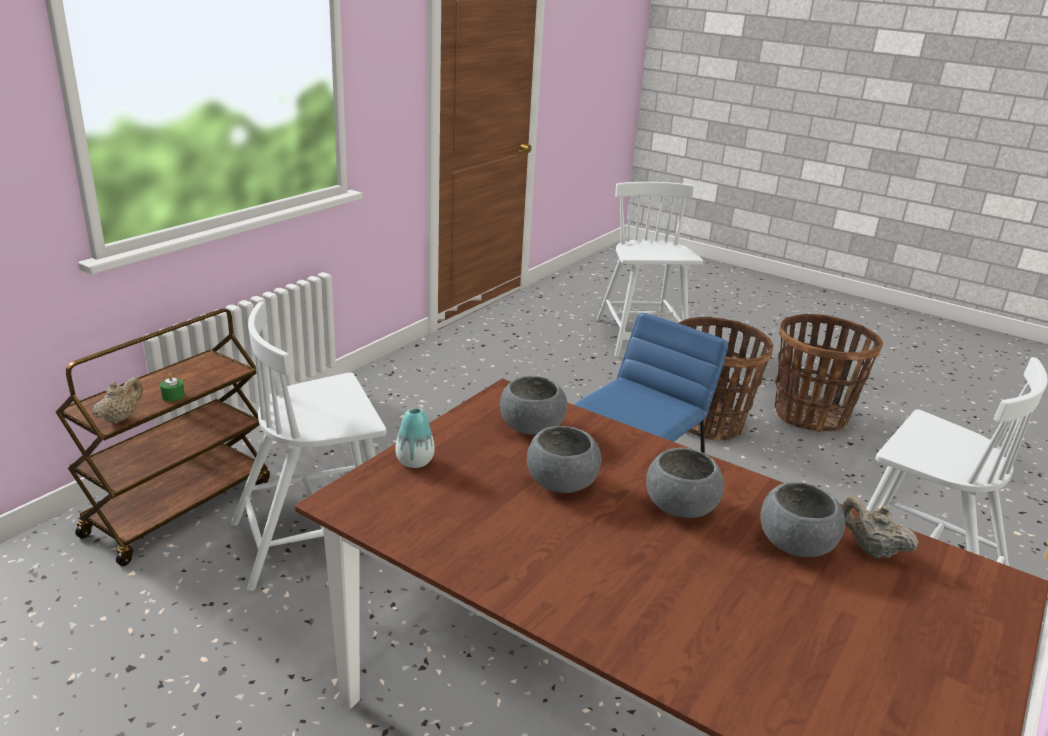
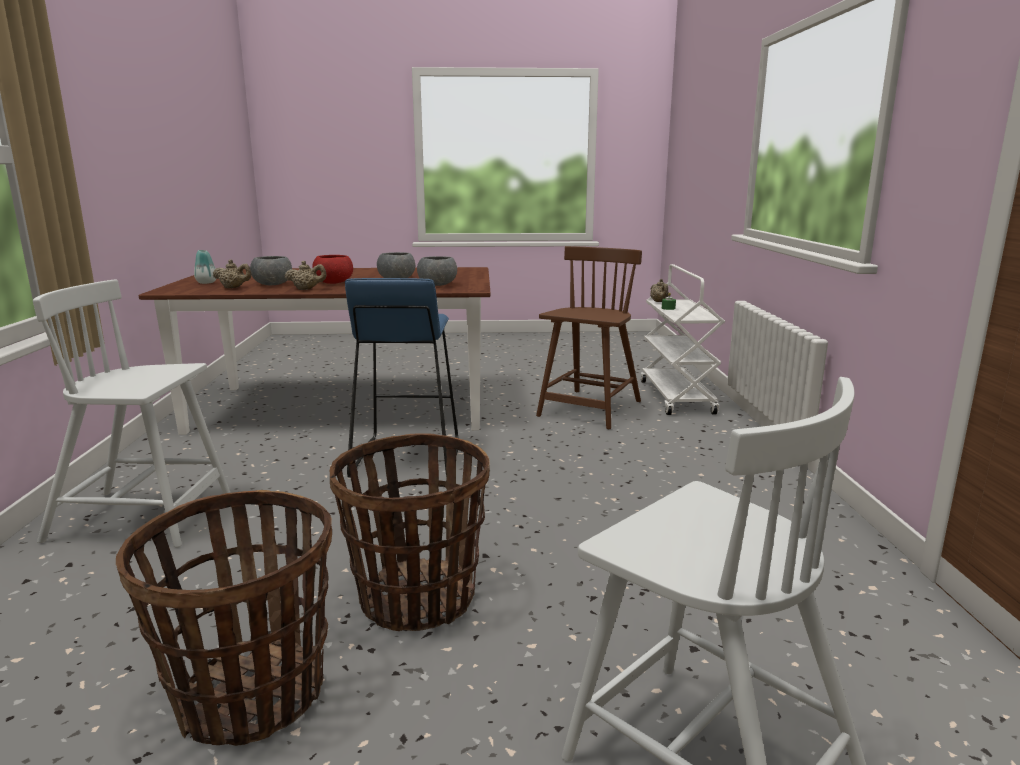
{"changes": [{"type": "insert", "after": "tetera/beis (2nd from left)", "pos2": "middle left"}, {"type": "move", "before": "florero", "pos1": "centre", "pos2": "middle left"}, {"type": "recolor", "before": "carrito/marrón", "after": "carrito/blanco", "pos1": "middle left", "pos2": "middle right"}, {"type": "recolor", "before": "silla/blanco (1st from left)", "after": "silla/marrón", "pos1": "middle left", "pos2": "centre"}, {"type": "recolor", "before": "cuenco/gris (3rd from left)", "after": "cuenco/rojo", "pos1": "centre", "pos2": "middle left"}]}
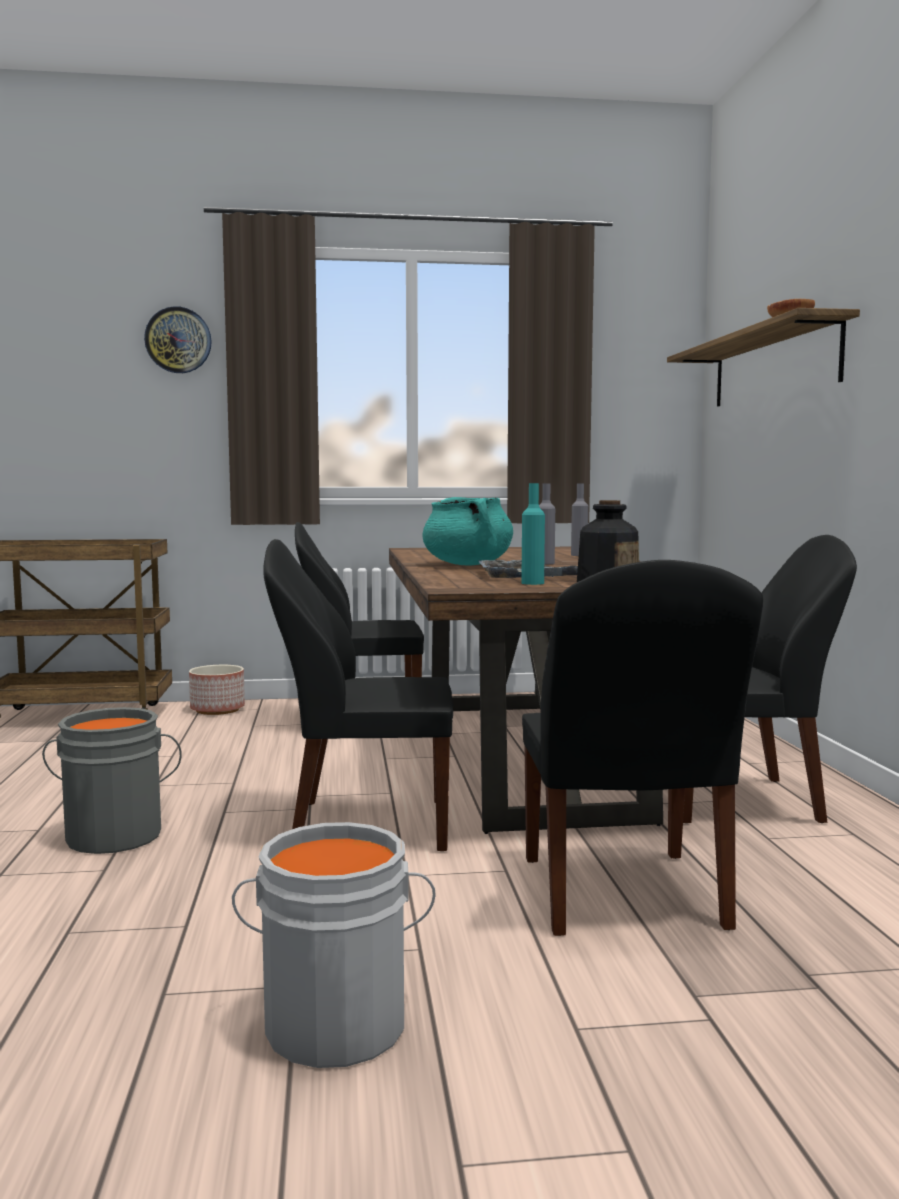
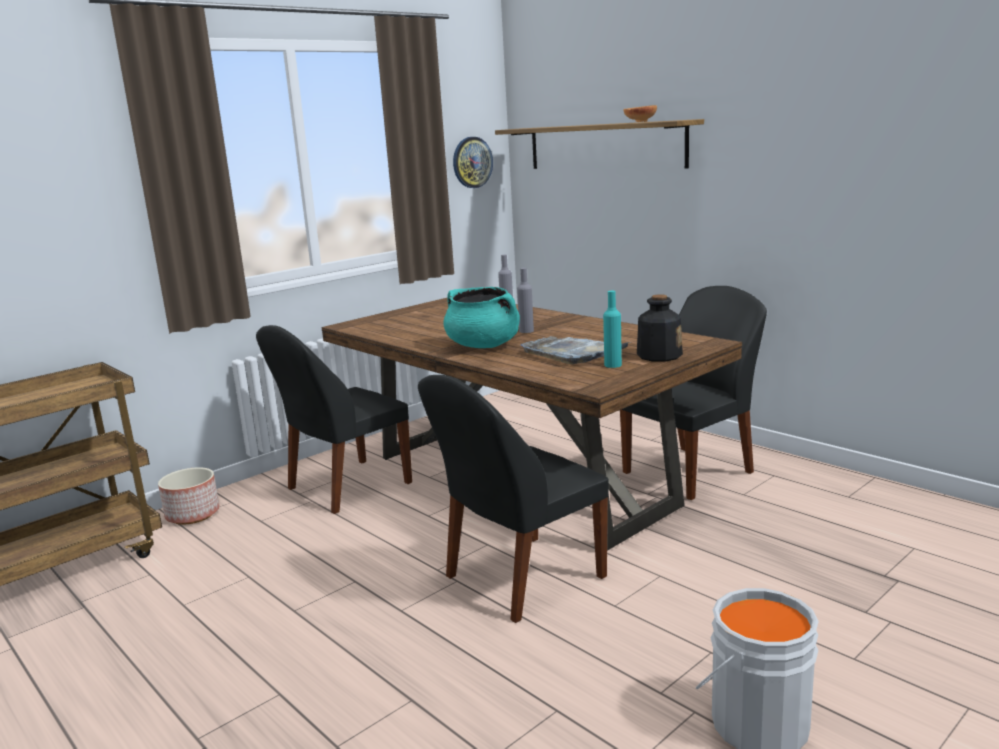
{"changes": [{"type": "delete", "before": "cubo/gris (1st from left)", "pos1": "middle left"}, {"type": "delete", "before": "silla/negro (3rd from left)", "pos1": "middle right"}, {"type": "move", "before": "reloj de pared", "pos1": "top left", "pos2": "top centre"}]}
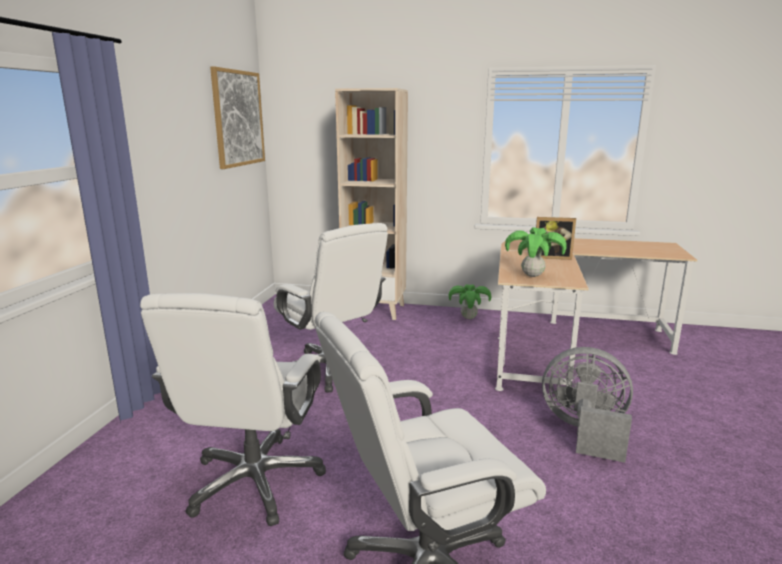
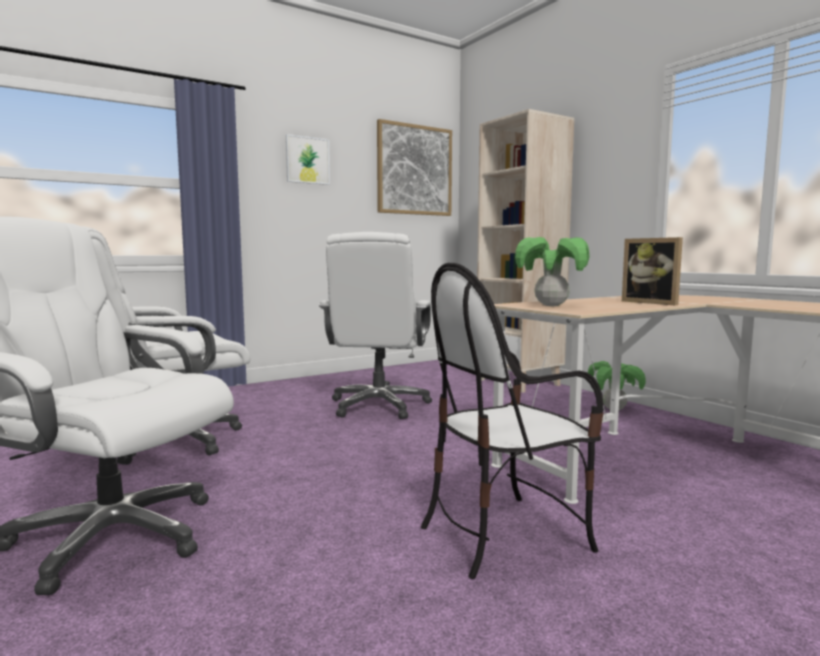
{"changes": [{"type": "insert", "after": "cuadro (1st from left)", "pos2": "top centre"}, {"type": "replace", "before": "ventilador/gris", "after": "silla", "pos1": "bottom right", "pos2": "centre"}]}
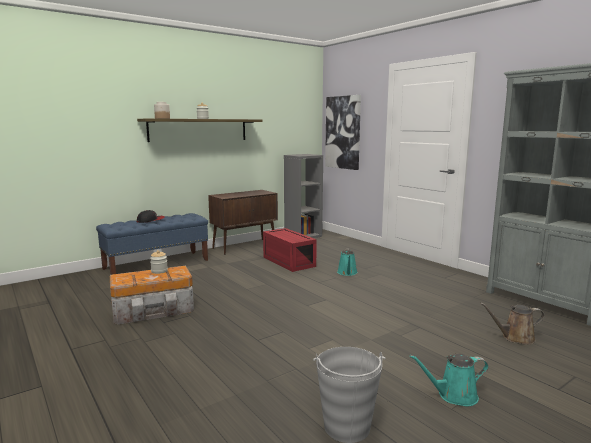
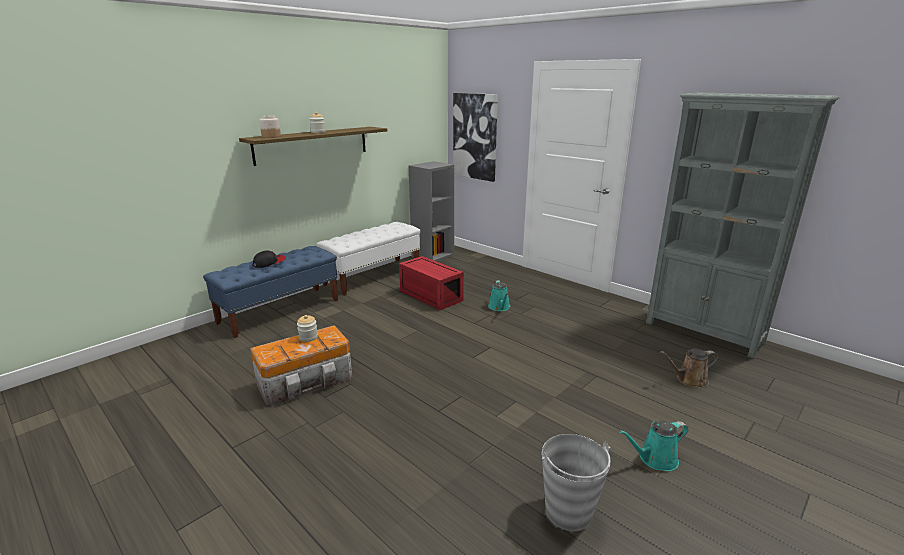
{"changes": [{"type": "replace", "before": "armario/marrón", "after": "banco/blanco", "pos1": "centre", "pos2": "centre"}]}
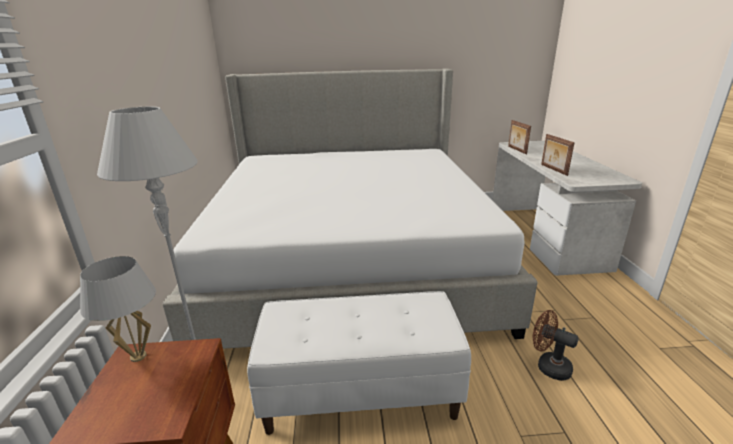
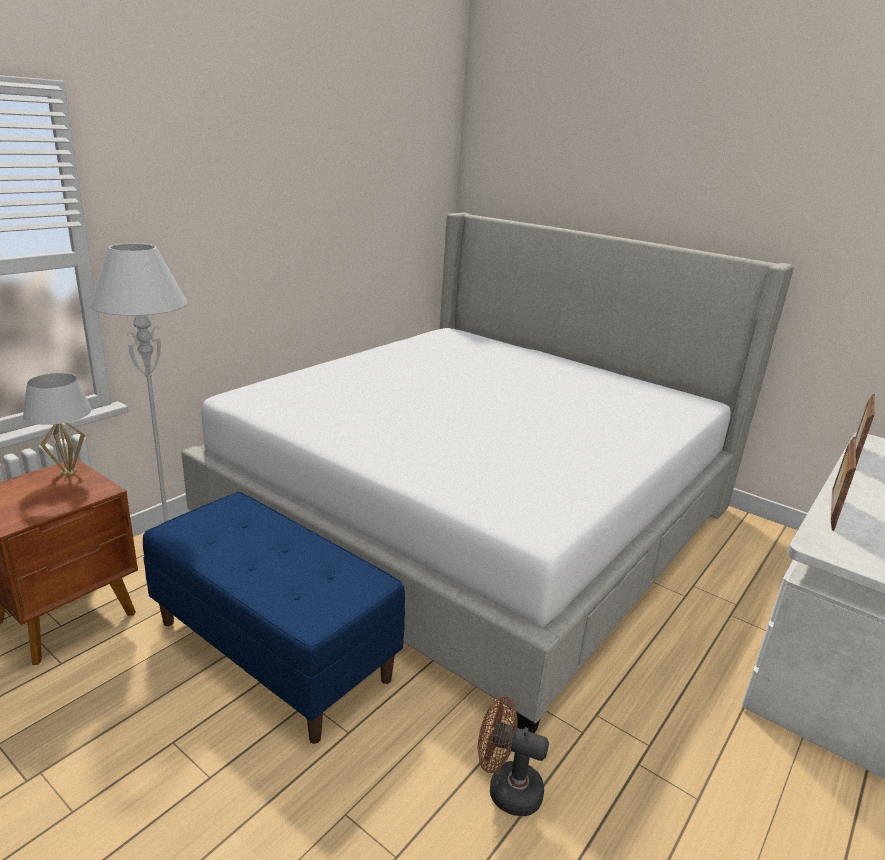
{"changes": [{"type": "recolor", "before": "banco/blanco", "after": "banco/azul", "pos1": "bottom centre", "pos2": "bottom left"}, {"type": "rotate", "before": "ventilador/marrón", "pos1": "bottom right", "pos2": "bottom centre", "turn": -60}]}
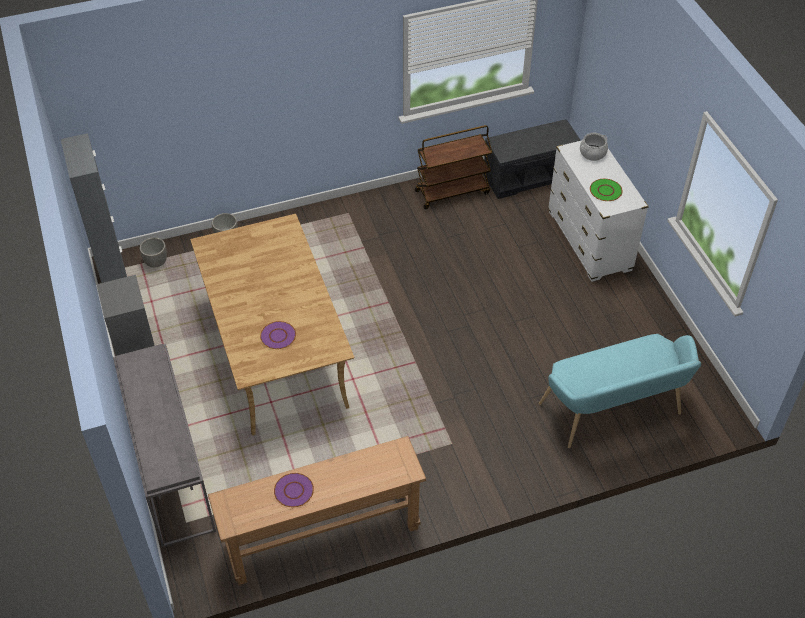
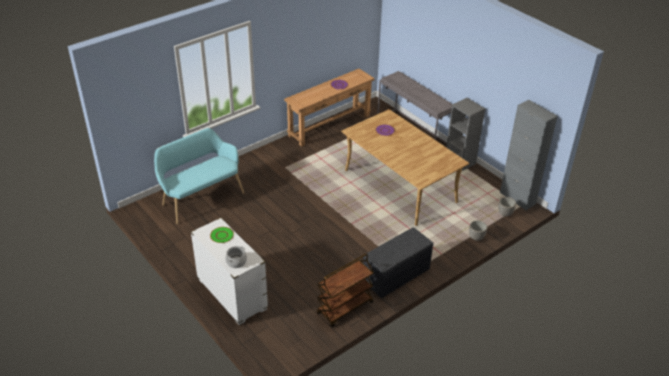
{"changes": [{"type": "move", "before": "banco/gris", "pos1": "top centre", "pos2": "bottom centre"}]}
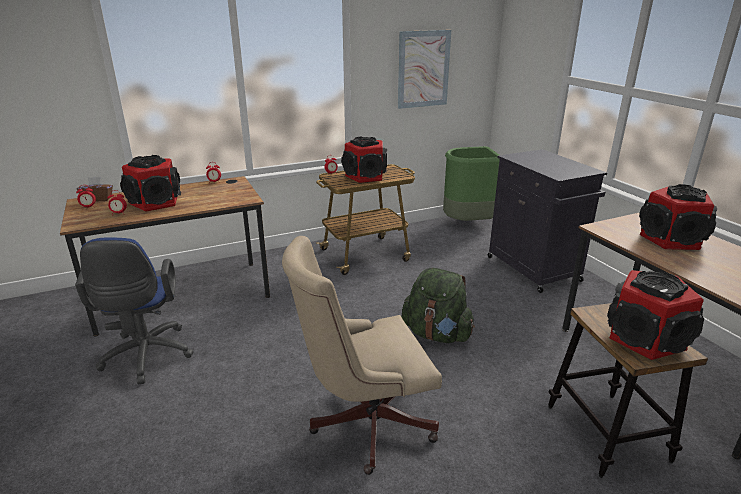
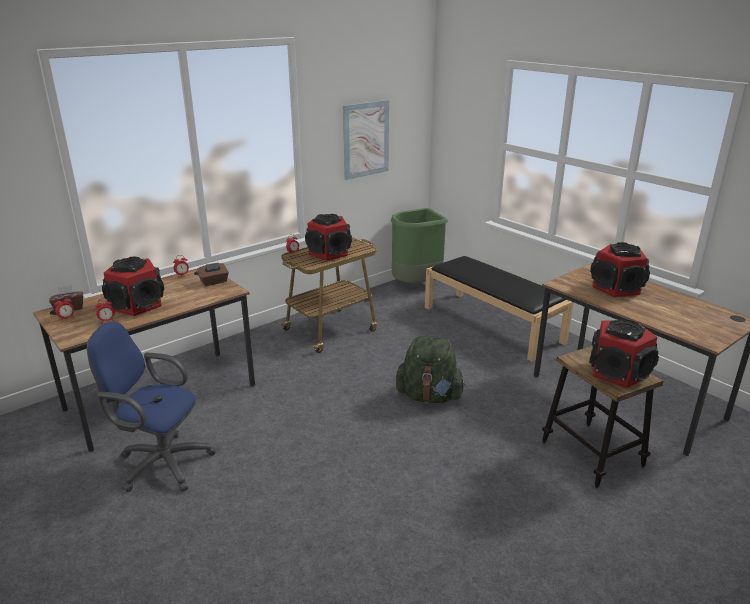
{"changes": [{"type": "delete", "before": "silla de oficina/beis", "pos1": "bottom centre"}, {"type": "insert", "after": "caja de pañuelos/marrón (2nd from left)", "pos2": "middle left"}, {"type": "replace", "before": "armario/negro", "after": "banco/negro", "pos1": "middle right", "pos2": "centre"}, {"type": "rotate", "before": "silla de oficina/azul", "pos1": "middle left", "pos2": "bottom left", "turn": 135}]}
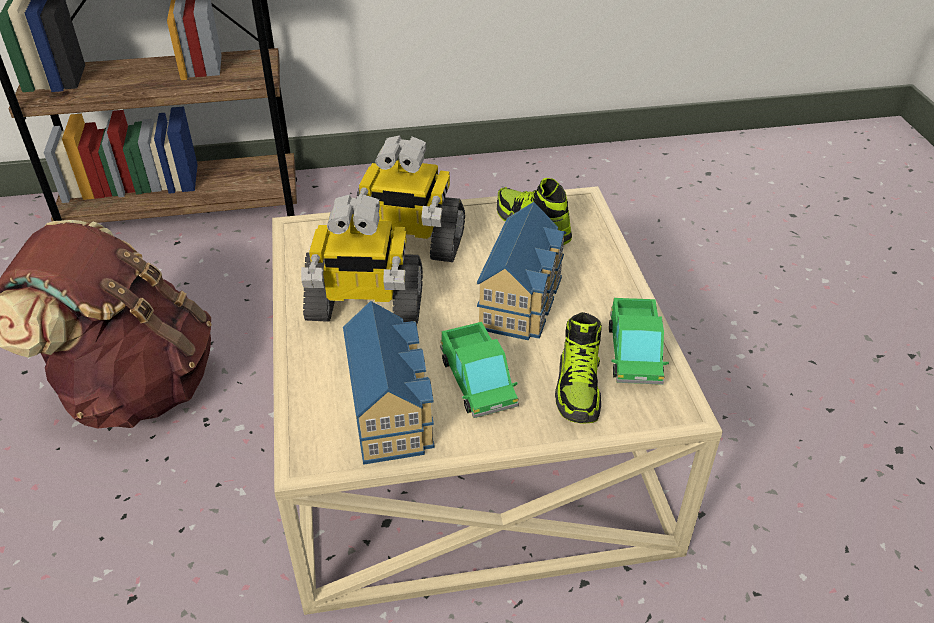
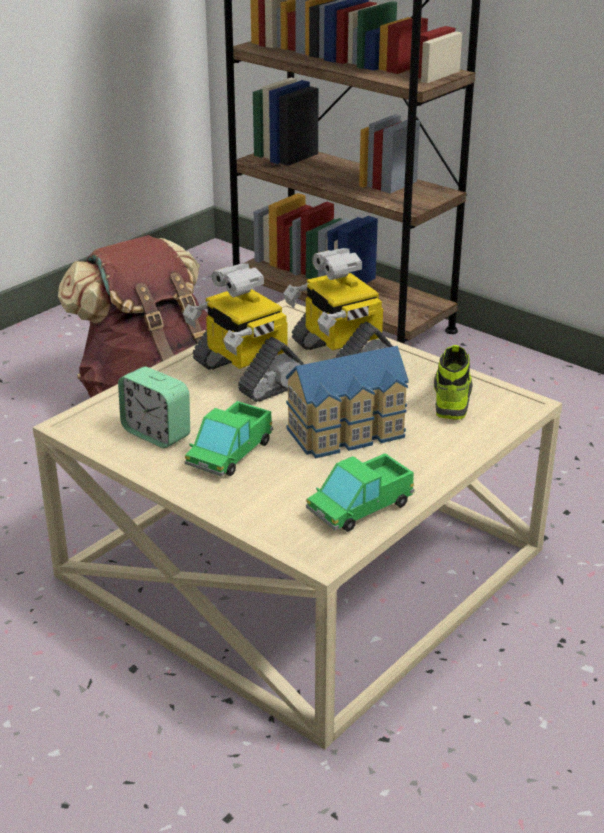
{"changes": [{"type": "delete", "before": "zapato (2nd from left)", "pos1": "centre"}, {"type": "replace", "before": "casita (1st from left)", "after": "despertador", "pos1": "centre", "pos2": "middle left"}]}
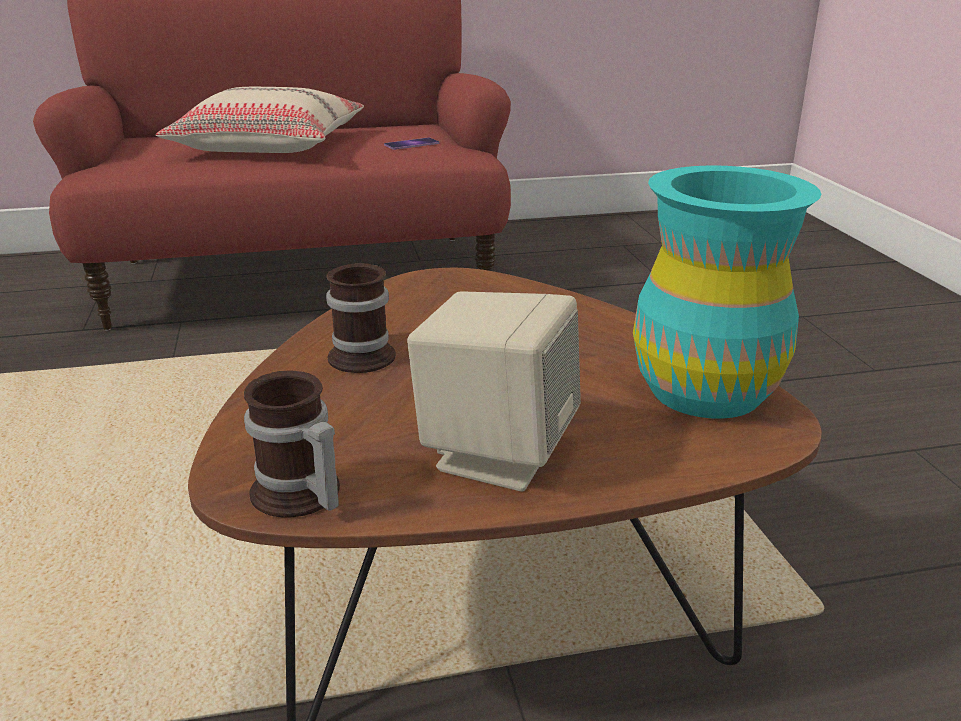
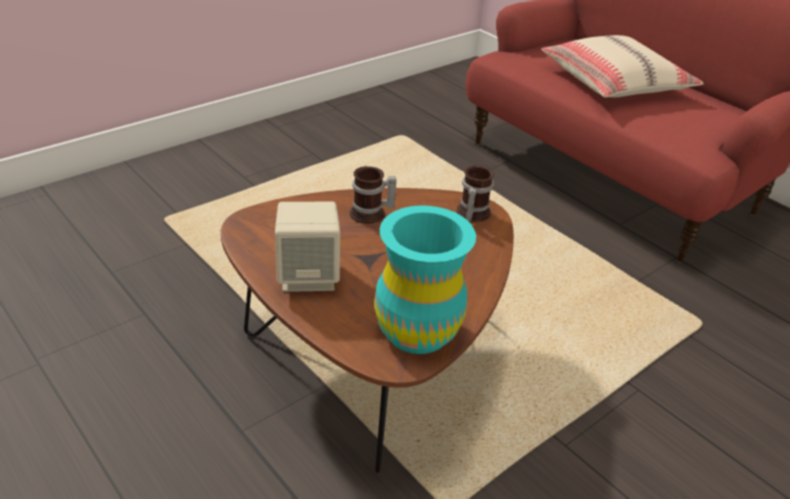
{"changes": [{"type": "delete", "before": "móvil", "pos1": "top centre"}, {"type": "move", "before": "taza grande (1st from left in the first image)", "after": "taza grande (2nd from left)", "pos1": "middle left", "pos2": "centre"}]}
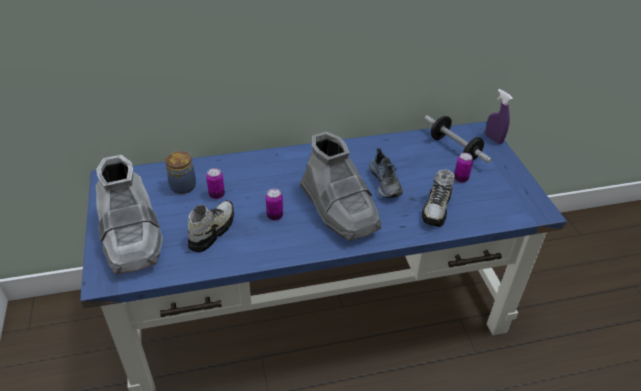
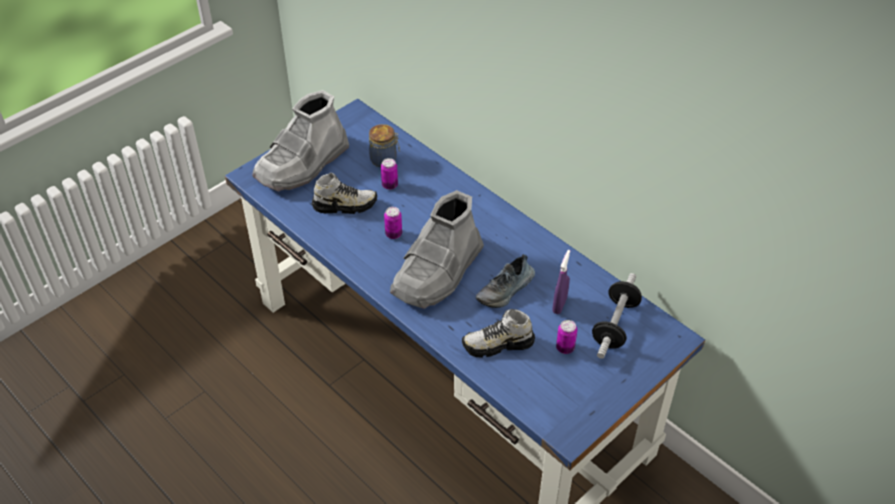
{"changes": [{"type": "move", "before": "pulverizador/morado", "pos1": "top right", "pos2": "centre"}]}
